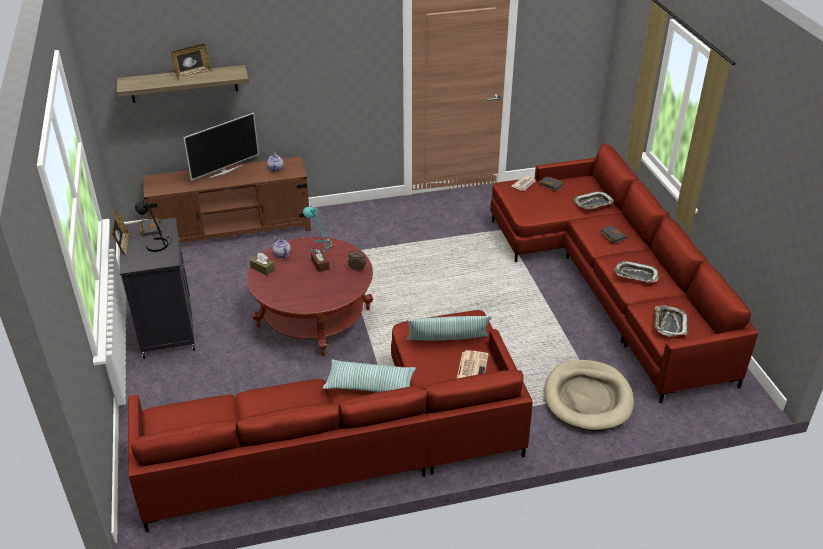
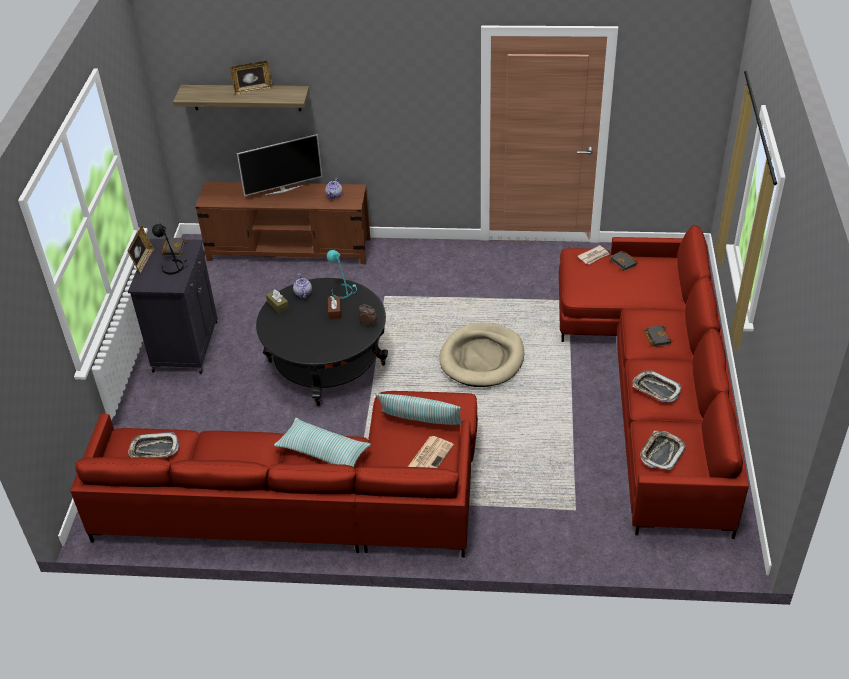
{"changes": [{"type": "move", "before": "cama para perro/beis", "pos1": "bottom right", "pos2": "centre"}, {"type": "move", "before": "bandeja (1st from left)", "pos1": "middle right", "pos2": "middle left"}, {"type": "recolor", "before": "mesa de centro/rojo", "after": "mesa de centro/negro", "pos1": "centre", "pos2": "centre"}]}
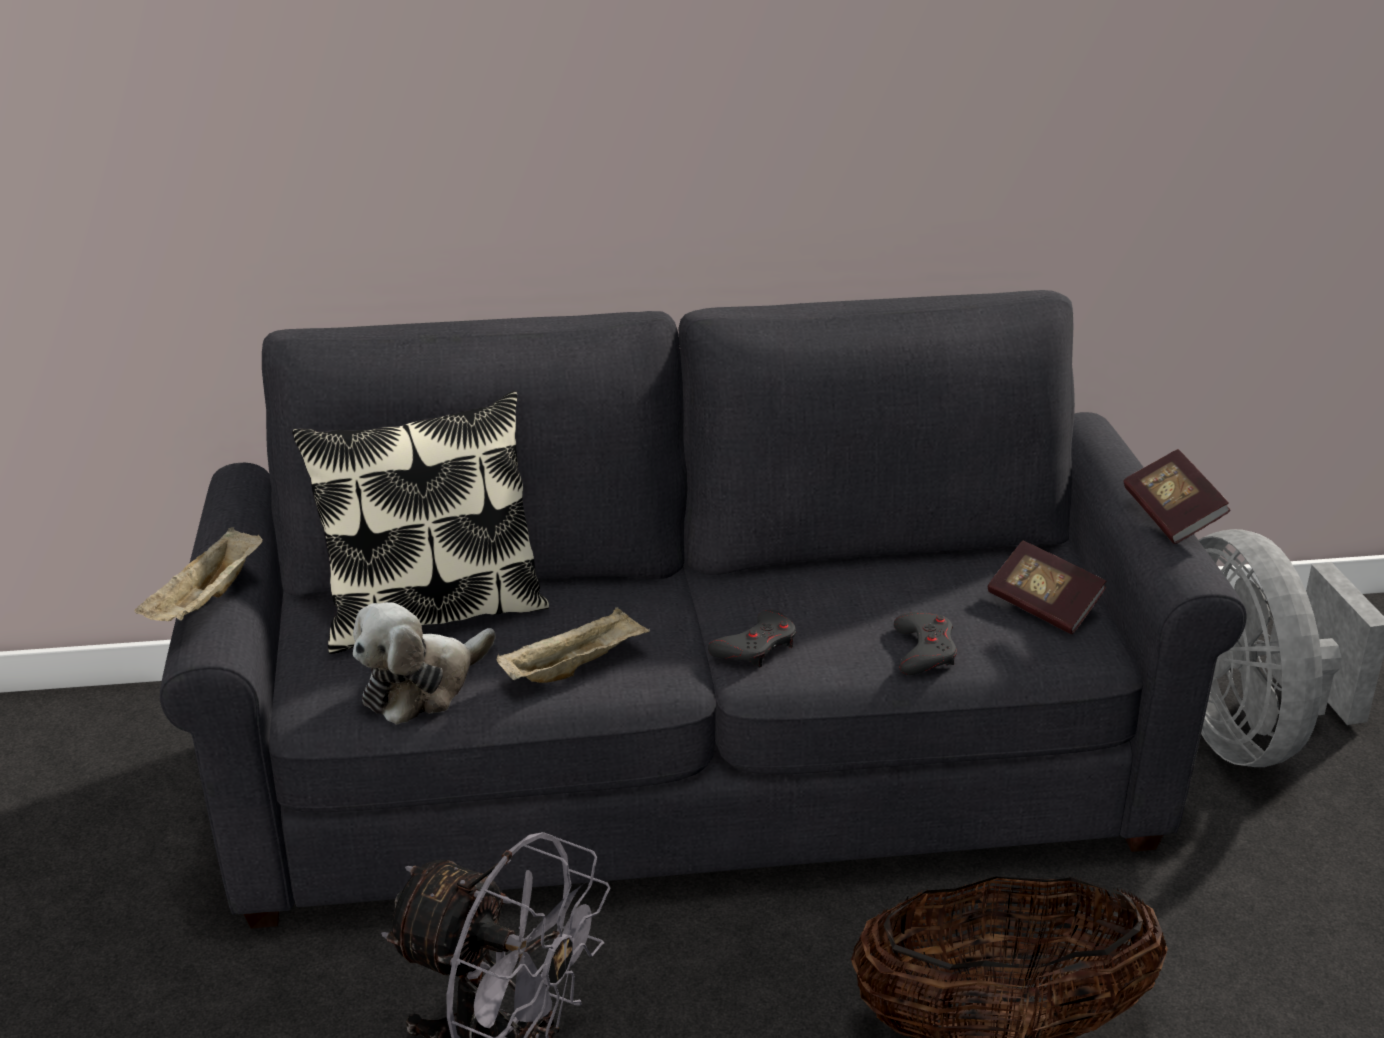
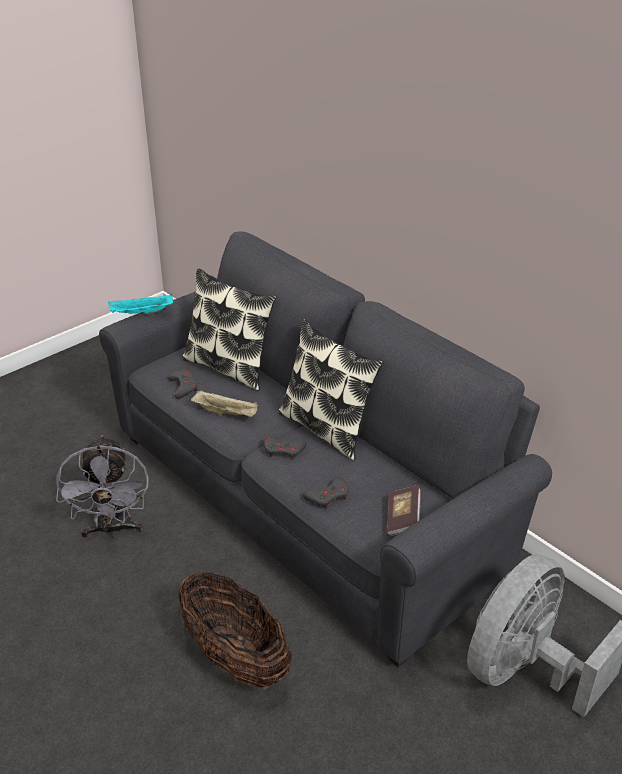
{"changes": [{"type": "delete", "before": "libro (2nd from left)", "pos1": "middle right"}, {"type": "insert", "after": "cojín (2nd from left)", "pos2": "centre"}, {"type": "replace", "before": "peluche", "after": "mando de consola/gris (1st from left)", "pos1": "middle left", "pos2": "middle left"}, {"type": "recolor", "before": "bandeja/beis (1st from left)", "after": "bandeja/turquesa", "pos1": "middle left", "pos2": "middle left"}]}
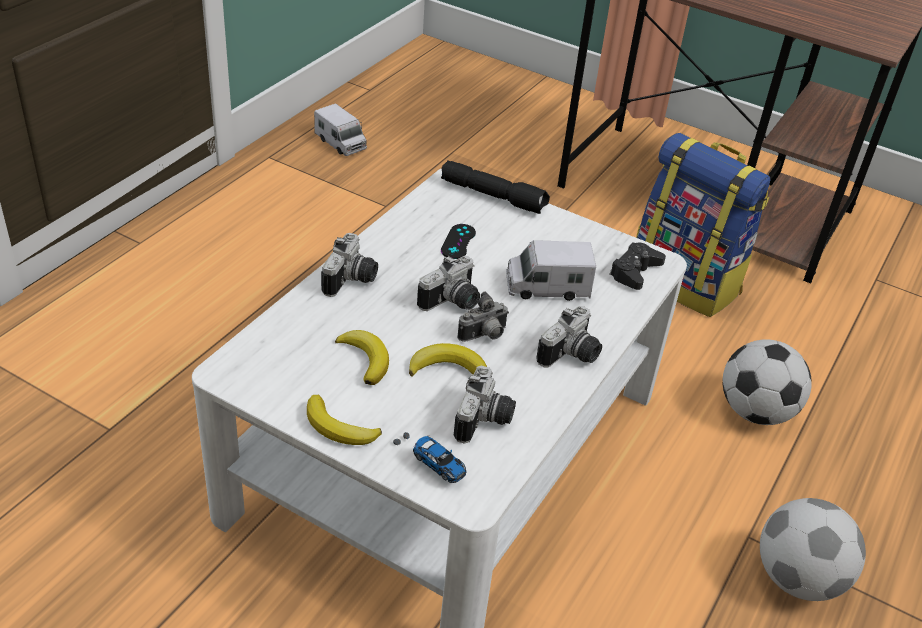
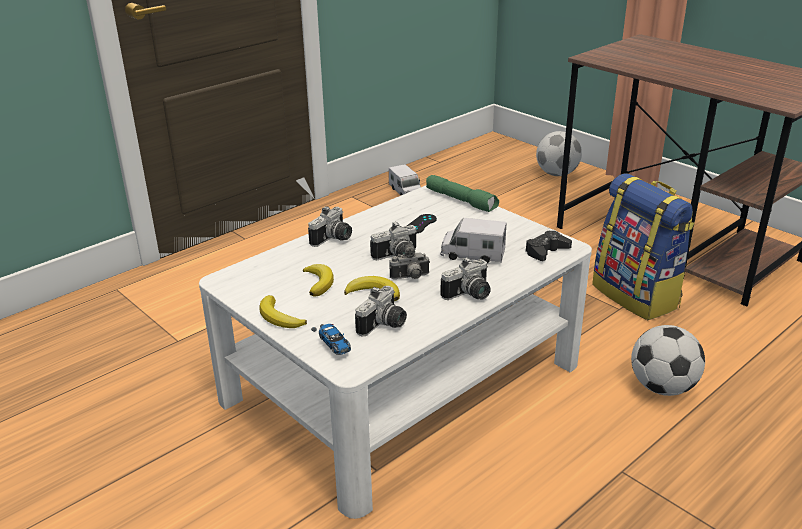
{"changes": [{"type": "move", "before": "balón de fútbol (2nd from left in the first image)", "after": "balón de fútbol (1st from left)", "pos1": "bottom right", "pos2": "top right"}, {"type": "recolor", "before": "linterna/negro", "after": "linterna/verde", "pos1": "top centre", "pos2": "centre"}]}
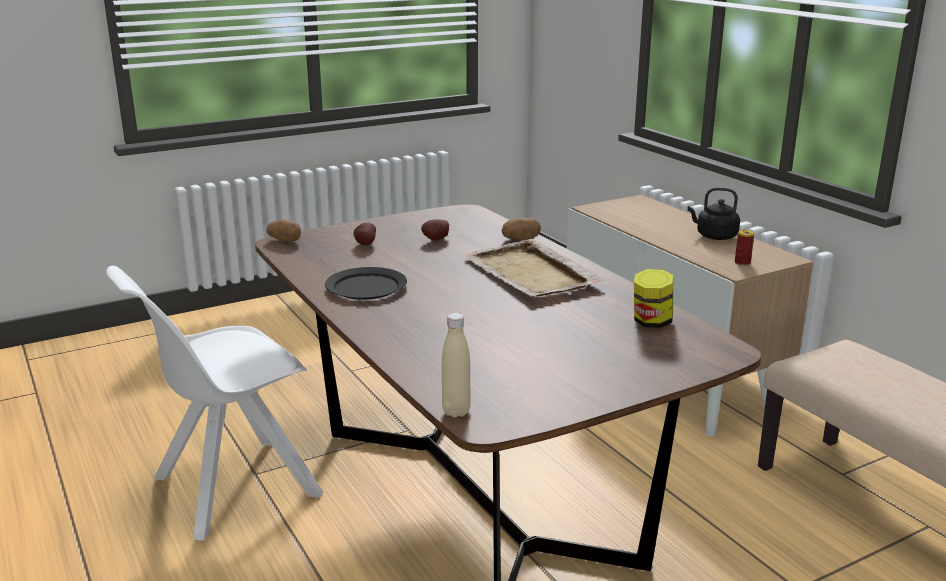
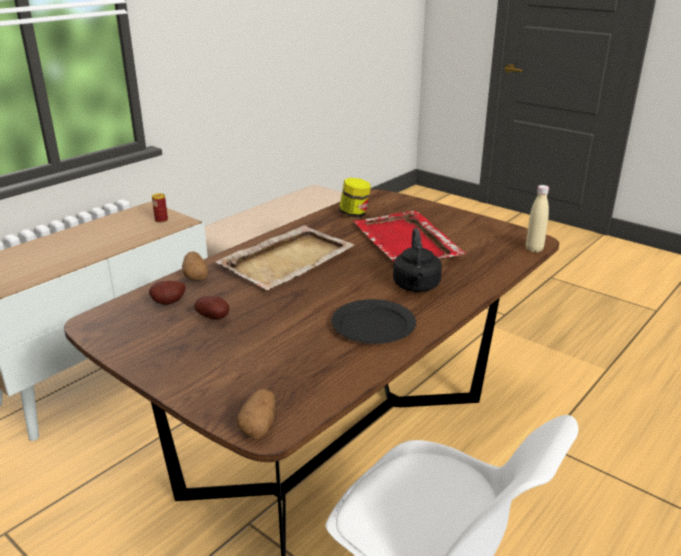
{"changes": [{"type": "insert", "after": "bandeja/rojo", "pos2": "centre"}, {"type": "move", "before": "patata (2nd from left in the first image)", "after": "patata (1st from left)", "pos1": "centre", "pos2": "middle left"}, {"type": "move", "before": "hervidor/negro", "pos1": "middle right", "pos2": "centre"}]}
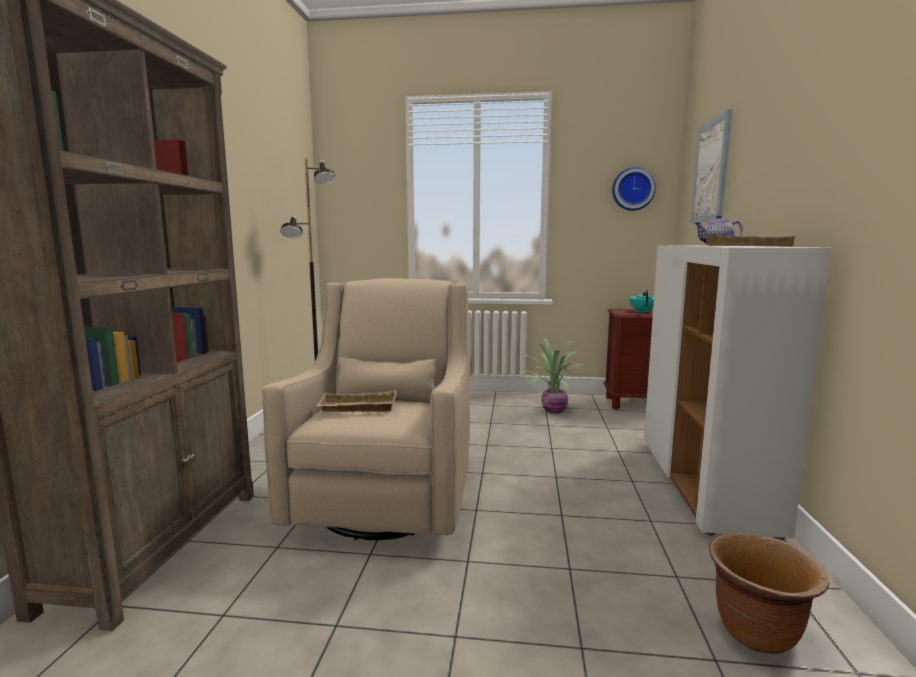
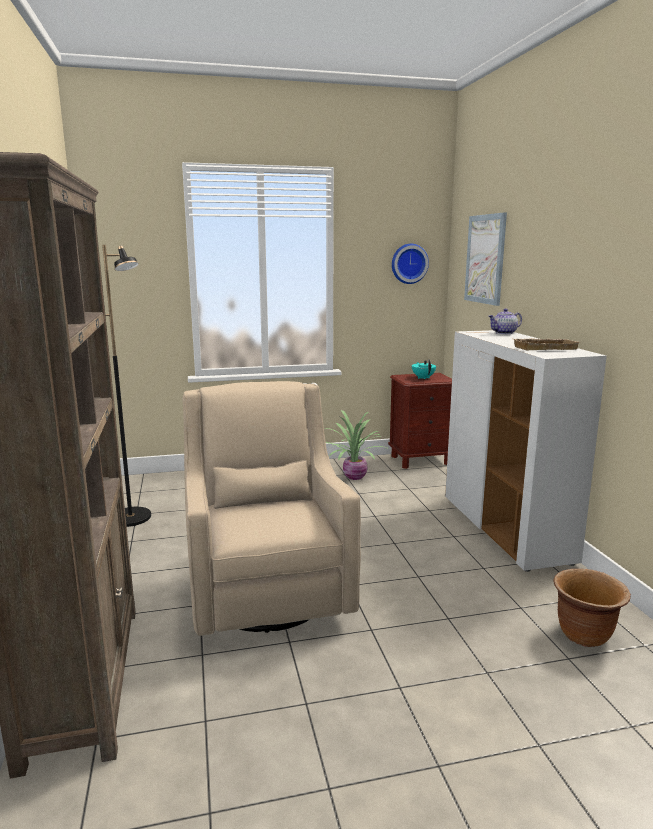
{"changes": [{"type": "delete", "before": "bandeja/beis (1st from left)", "pos1": "centre"}]}
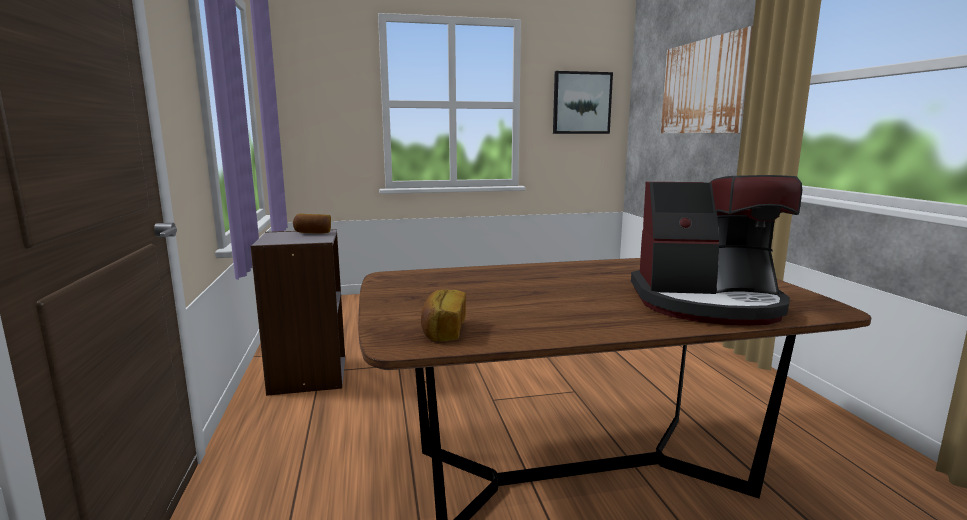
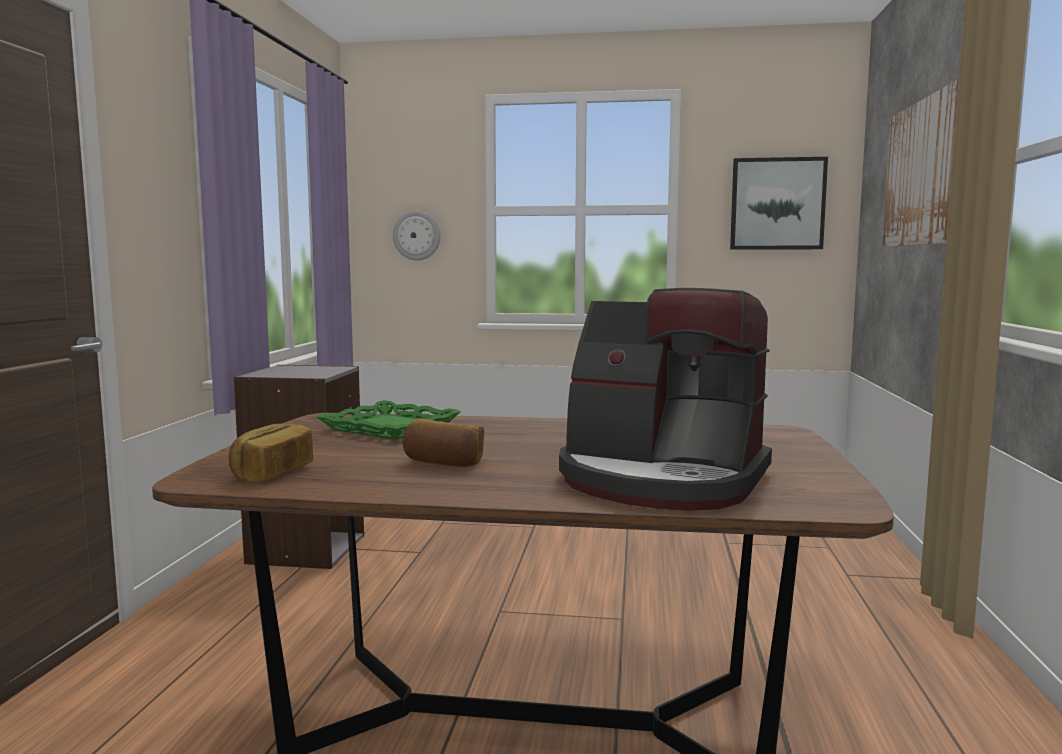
{"changes": [{"type": "insert", "after": "bandeja/verde", "pos2": "centre"}, {"type": "insert", "after": "reloj de pared", "pos2": "top centre"}, {"type": "move", "before": "pan (1st from left in the first image)", "after": "pan (2nd from left)", "pos1": "middle left", "pos2": "centre"}]}
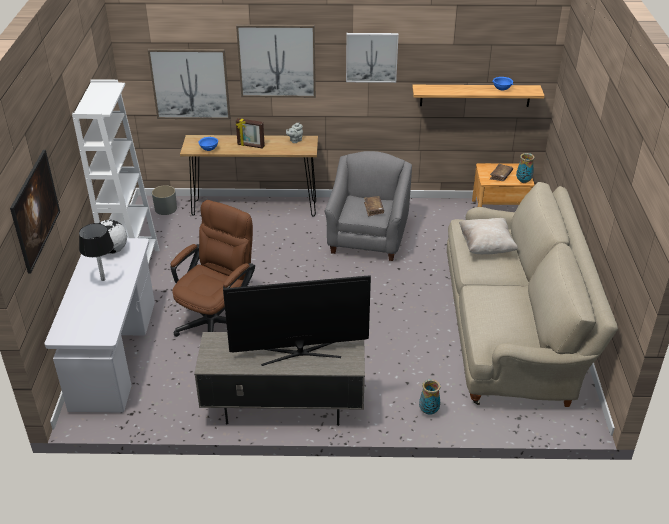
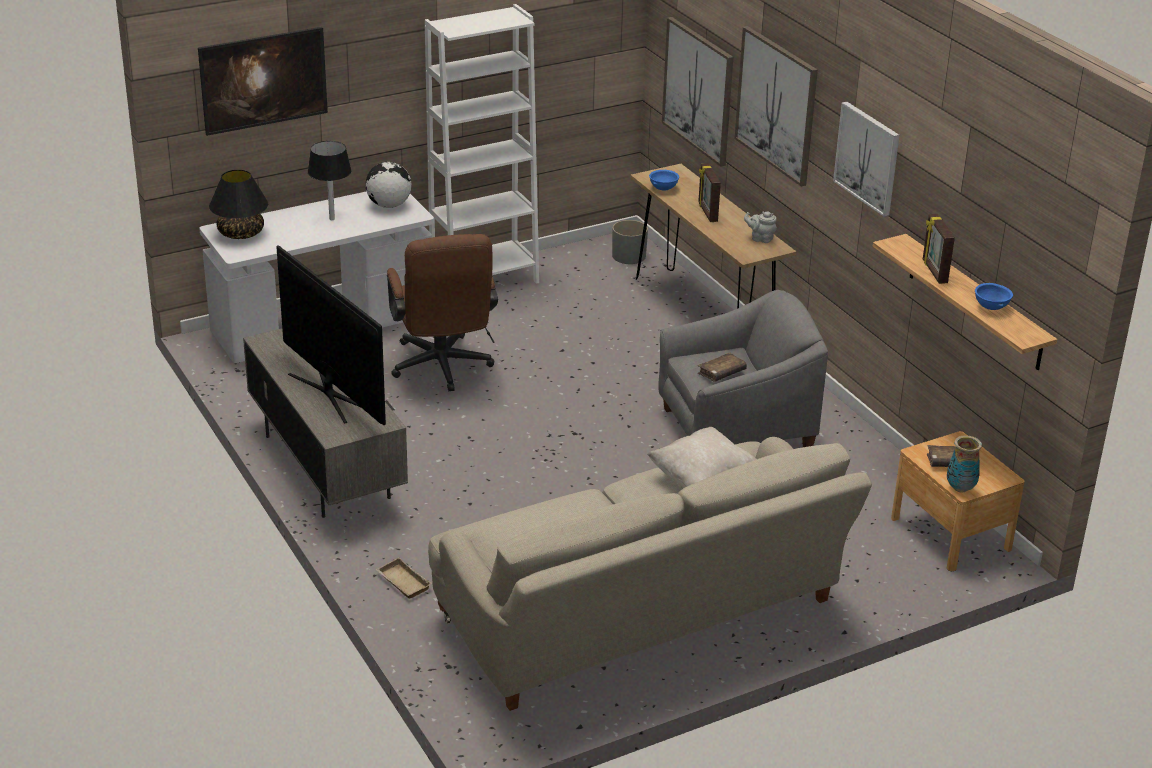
{"changes": [{"type": "insert", "after": "lámpara de mesa/negro (1st from left)", "pos2": "top left"}, {"type": "insert", "after": "portarretratos (2nd from left)", "pos2": "top right"}, {"type": "replace", "before": "florero (1st from left)", "after": "bandeja/beis", "pos1": "bottom centre", "pos2": "bottom centre"}, {"type": "rotate", "before": "silla de oficina/marrón", "pos1": "middle left", "pos2": "centre", "turn": 75}]}
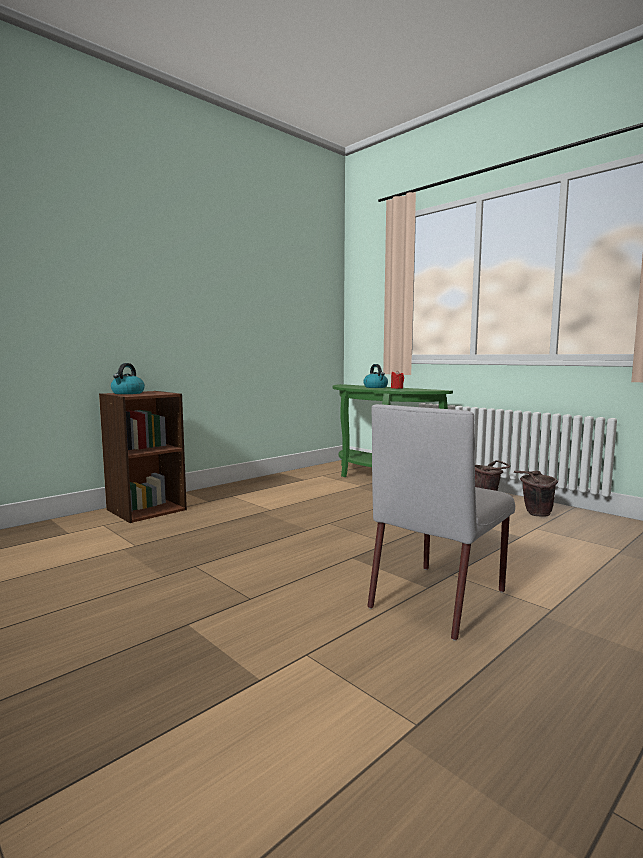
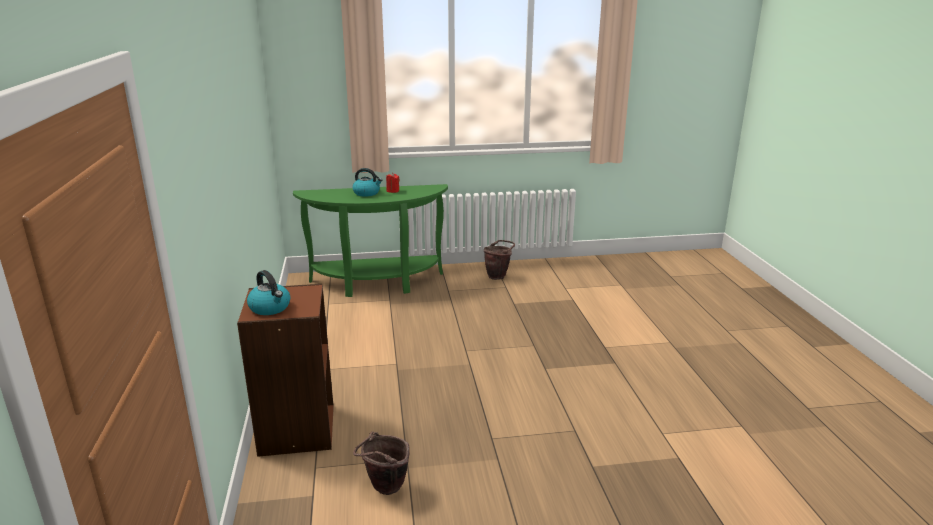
{"changes": [{"type": "delete", "before": "silla/gris", "pos1": "middle right"}, {"type": "move", "before": "cubo/marrón (2nd from left in the first image)", "after": "cubo/marrón (1st from left)", "pos1": "middle right", "pos2": "bottom centre"}]}
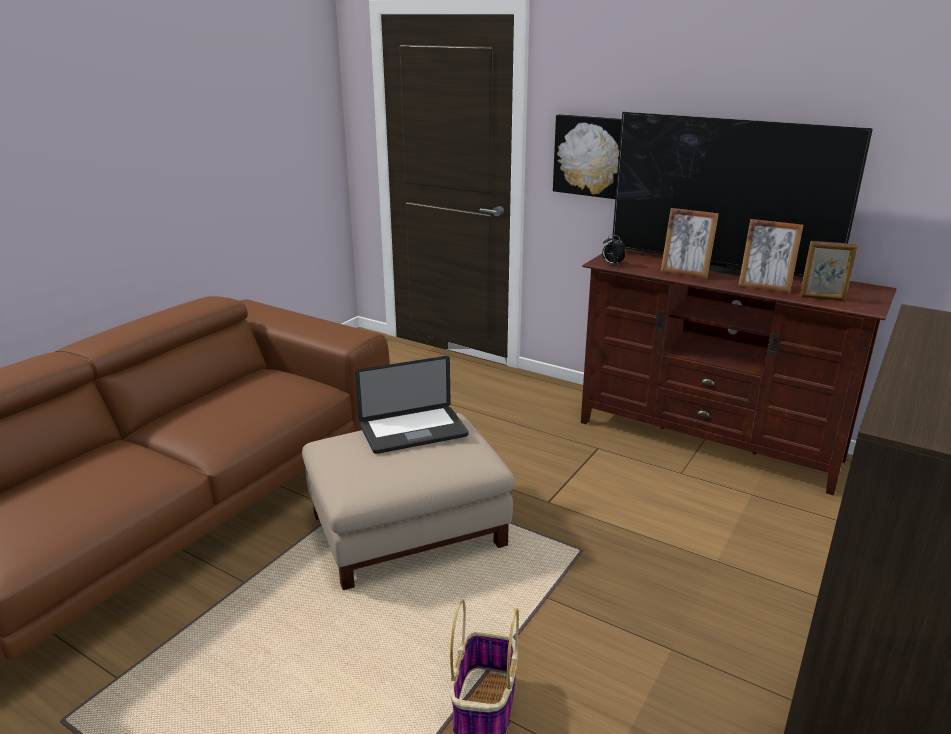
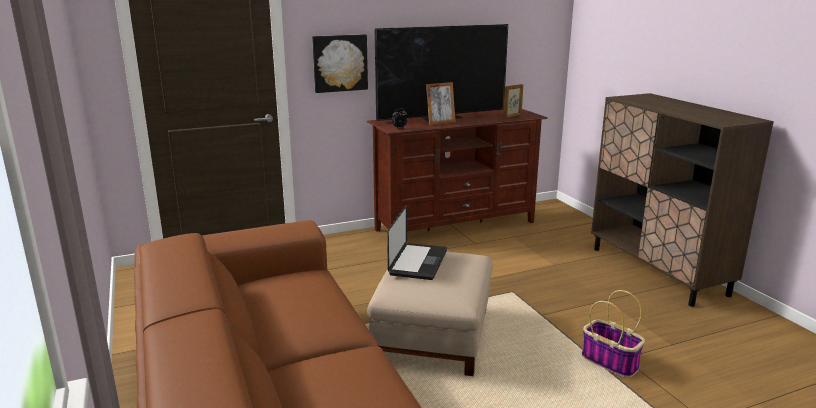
{"changes": [{"type": "delete", "before": "portarretratos (2nd from left)", "pos1": "middle right"}]}
